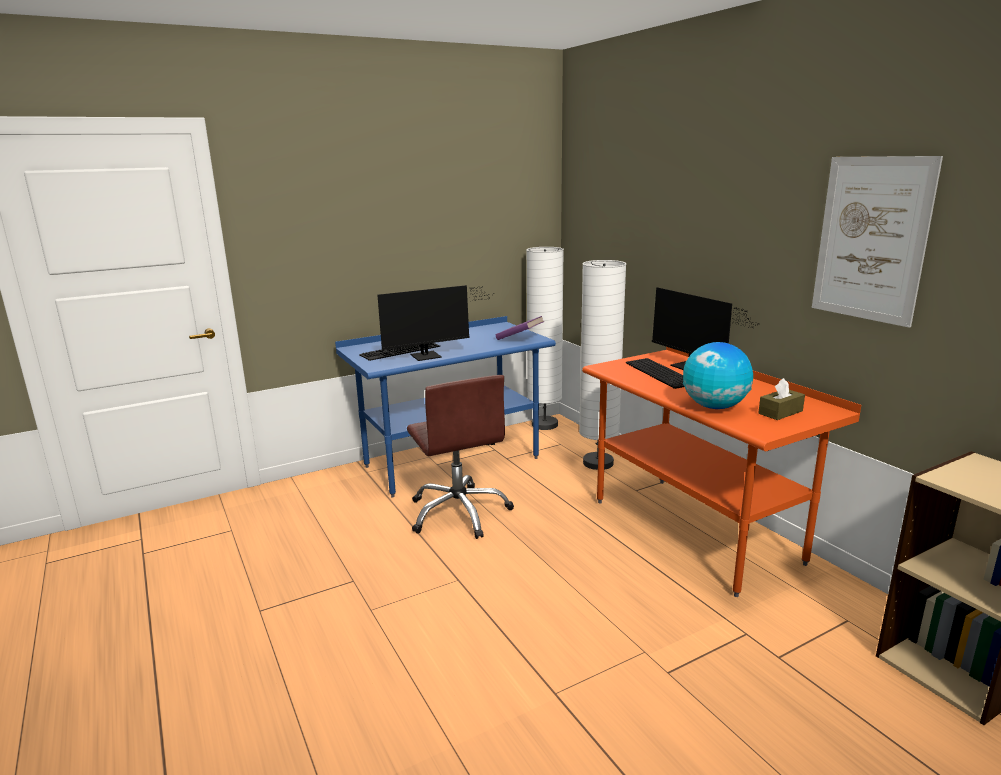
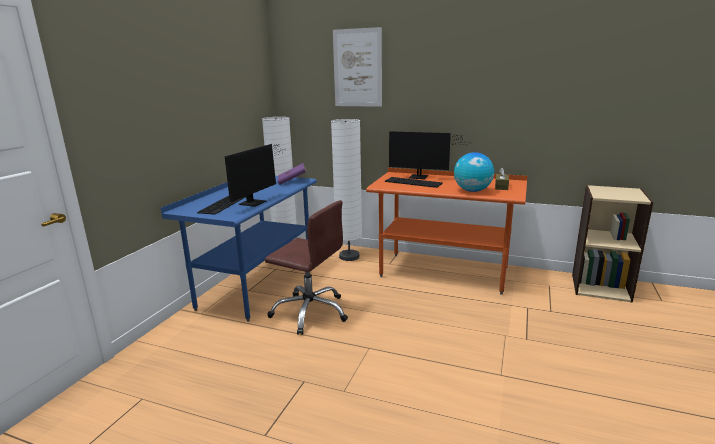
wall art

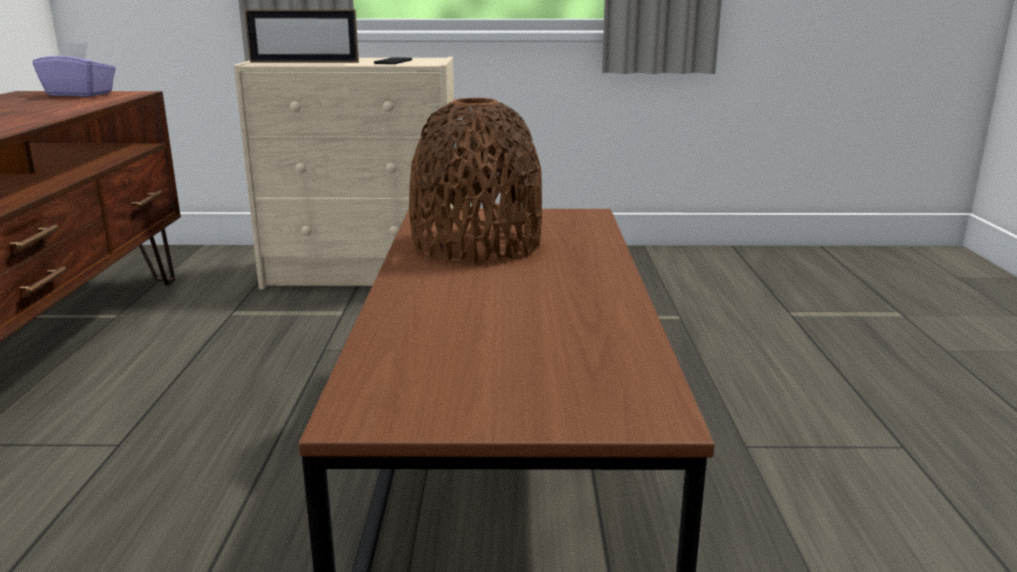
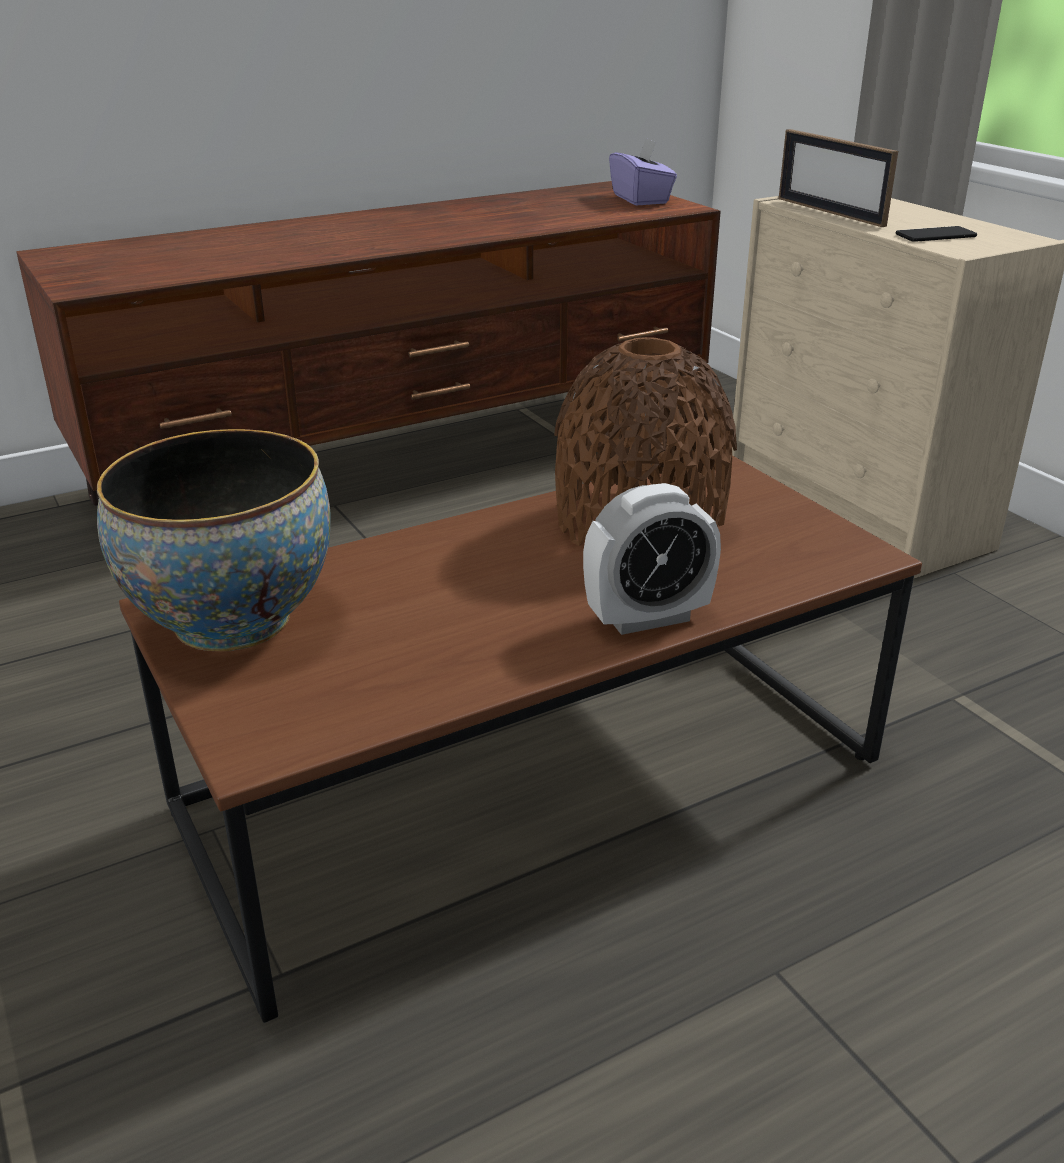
deep dish
alarm clock

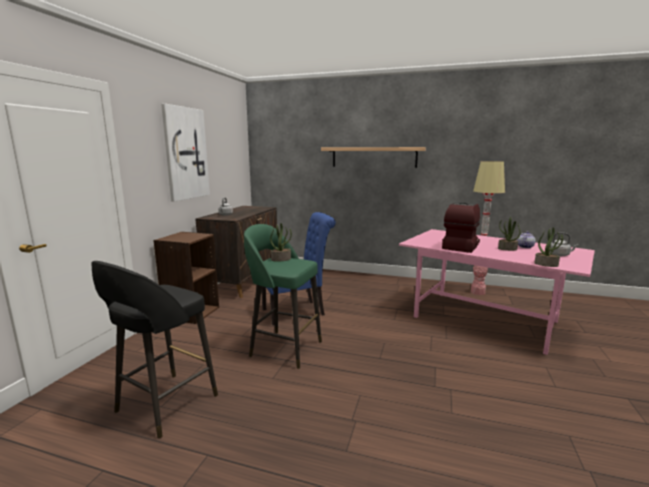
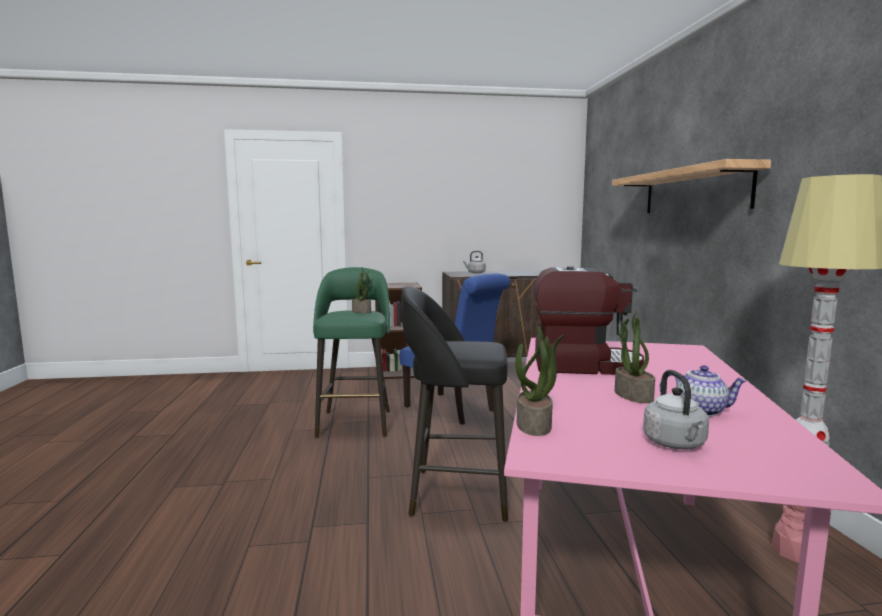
wall art
blackish stool

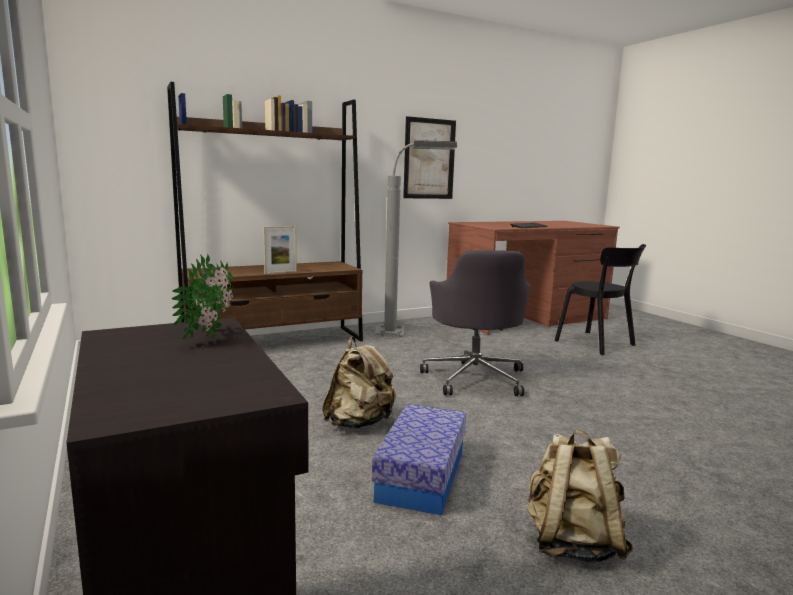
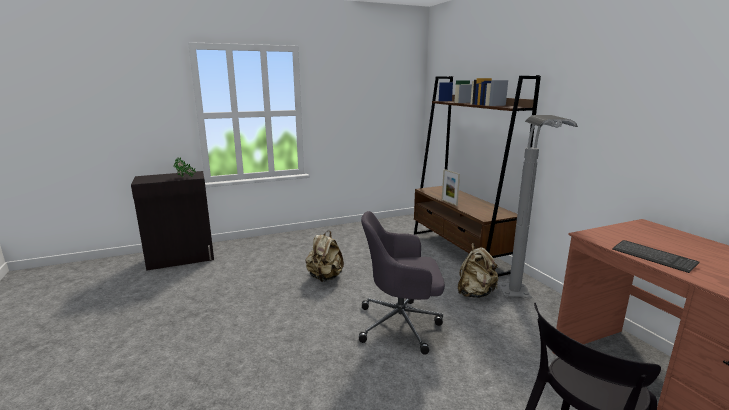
wall art
storage bin
sand-coloured knapsack (2nd from left)

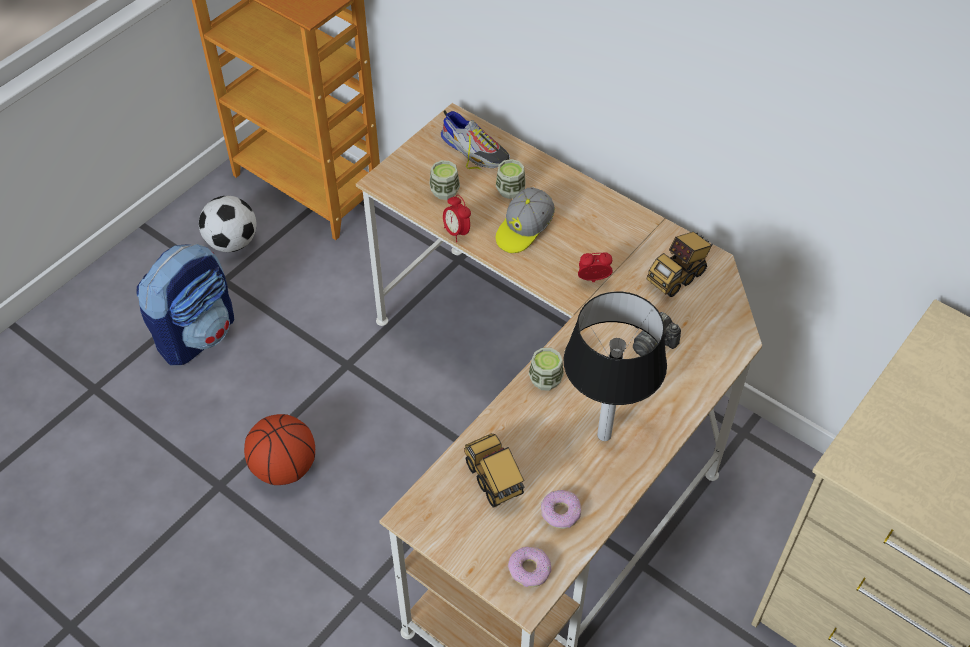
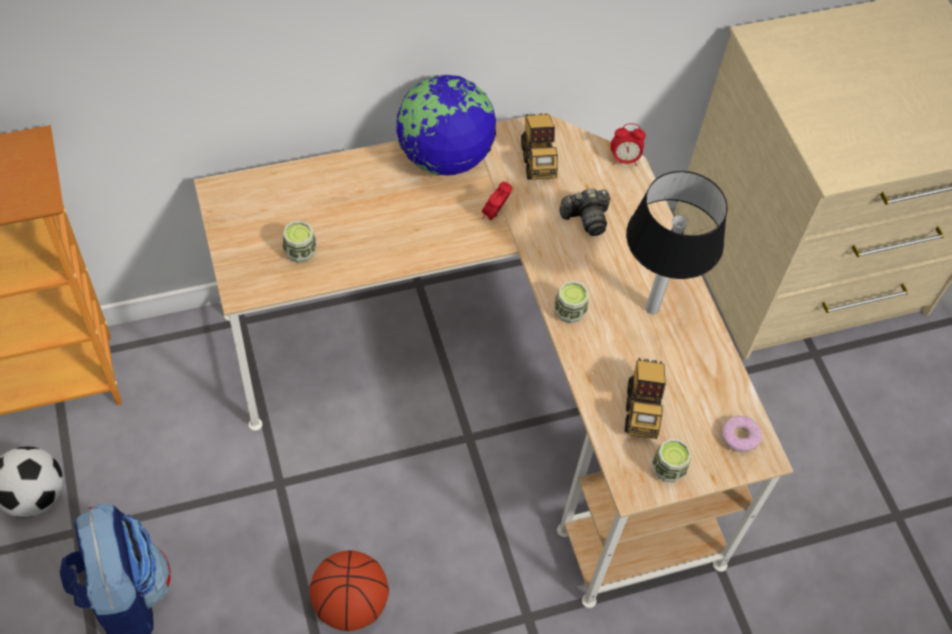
shoe
drinking cup (3rd from left)
peaked cap
alarm clock (2nd from left)
model truck (2nd from left)
donut (2nd from left in the first image)
desk globe

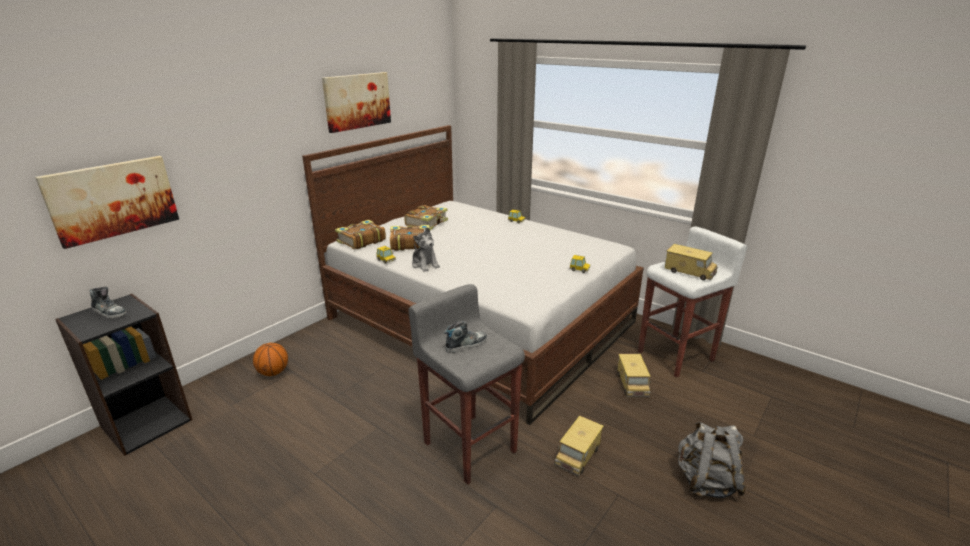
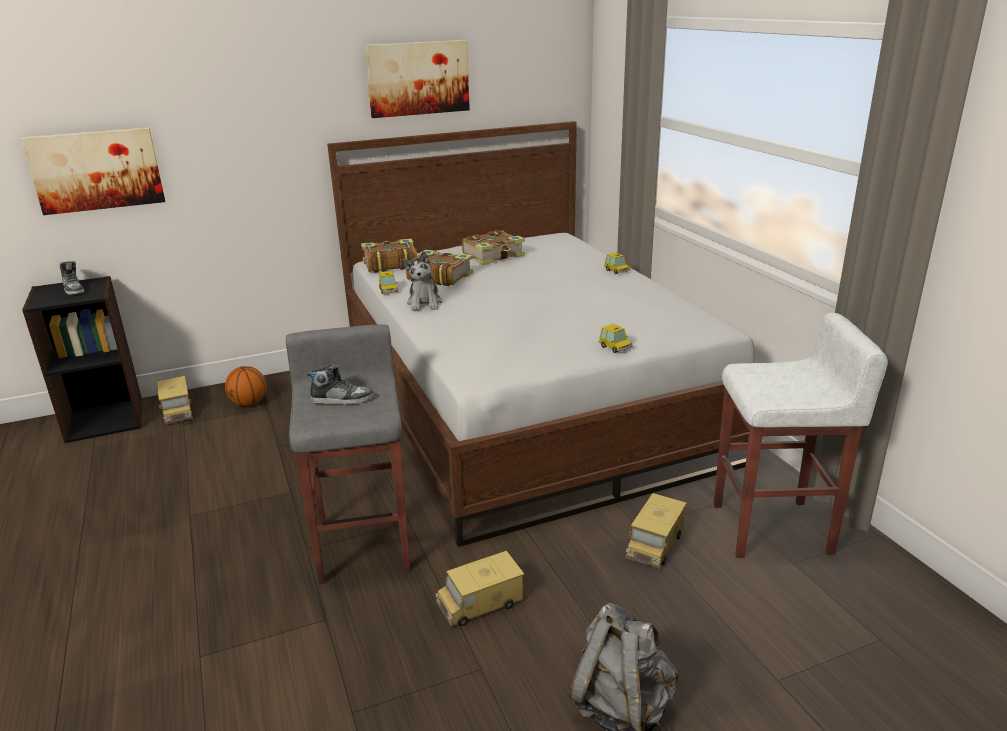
model truck (1st from left)

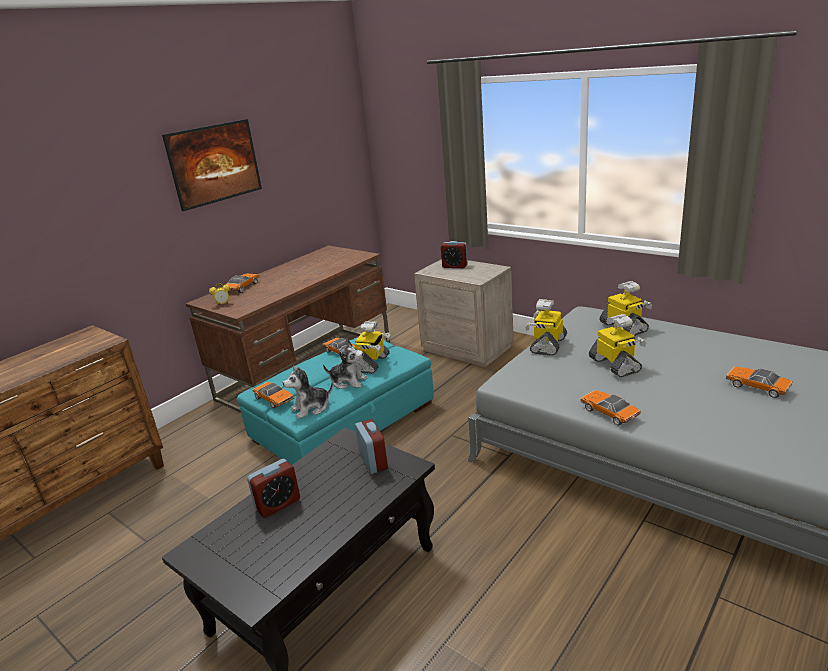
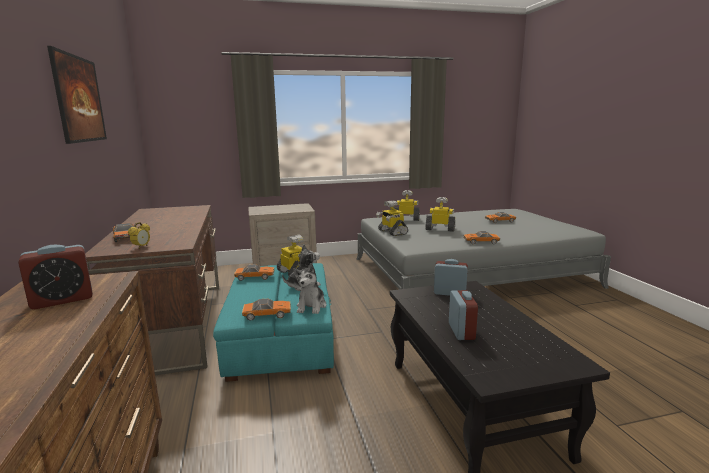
alarm clock (1st from left)

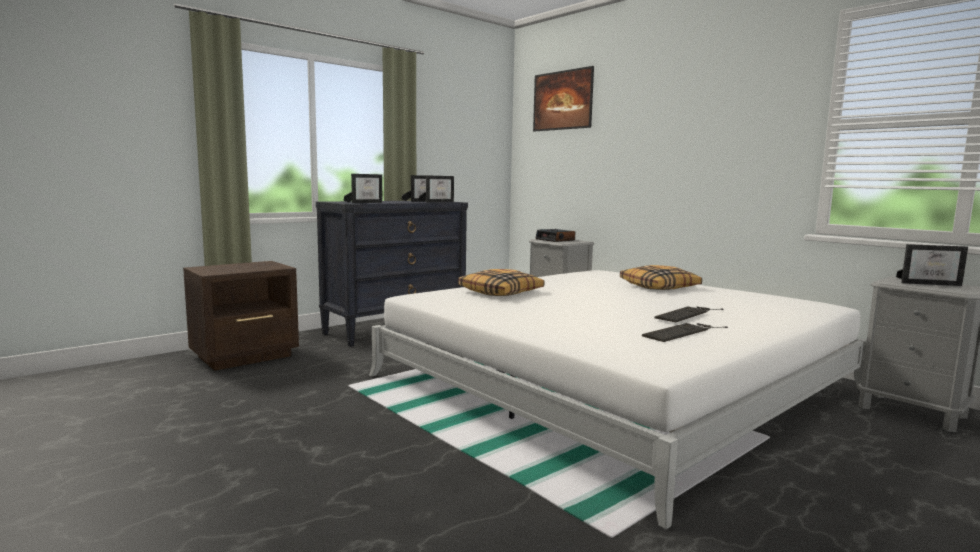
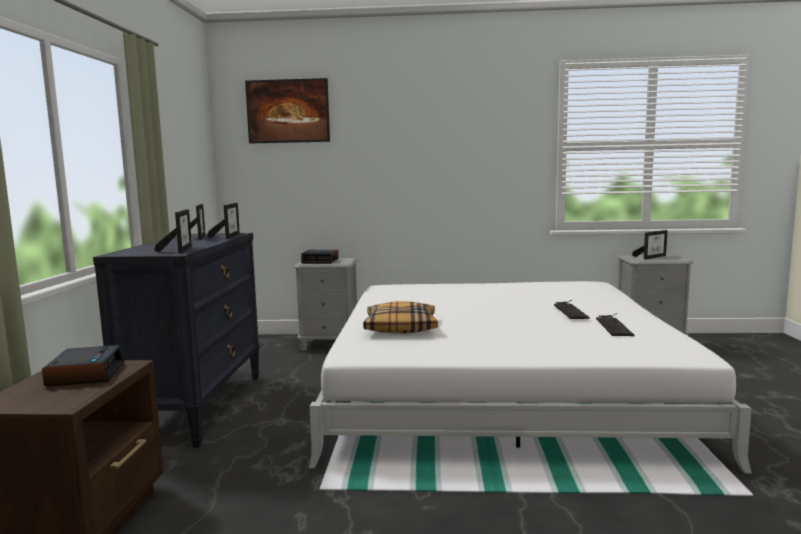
pillow (2nd from left in the first image)
alarm clock (1st from left)

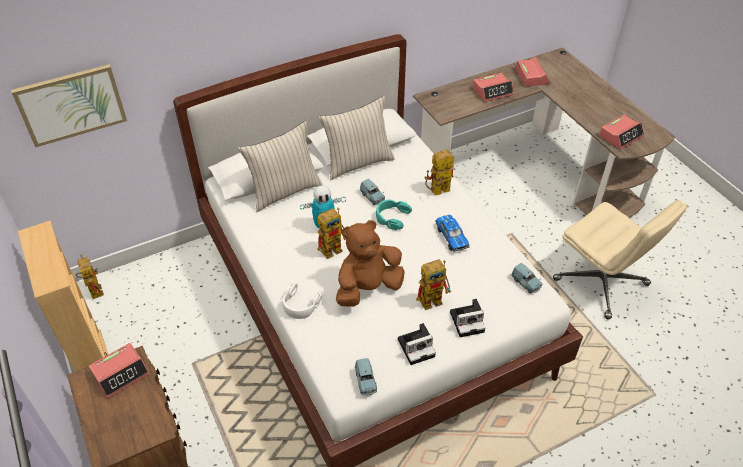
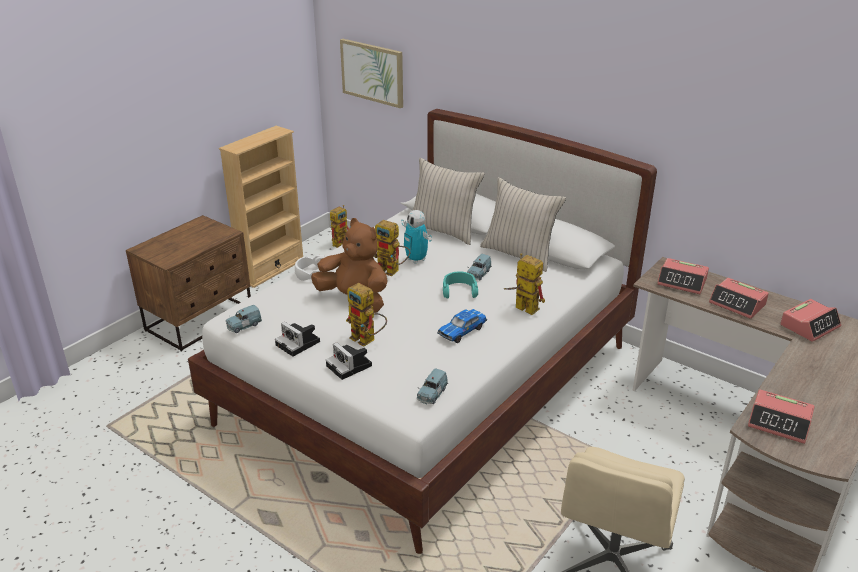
alarm clock (1st from left)

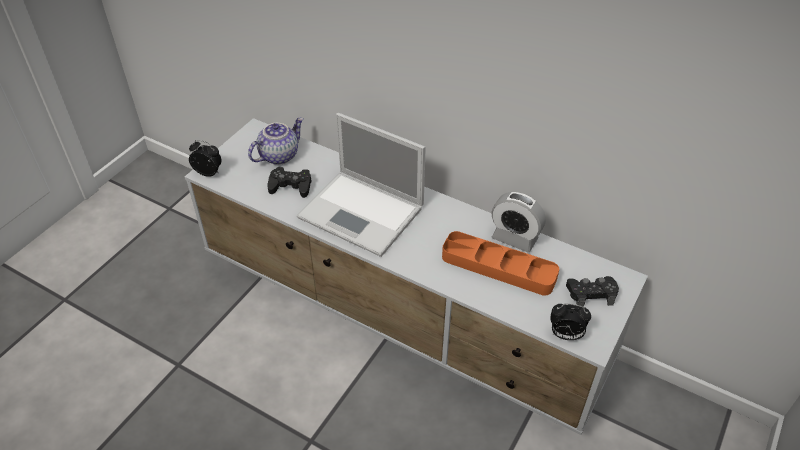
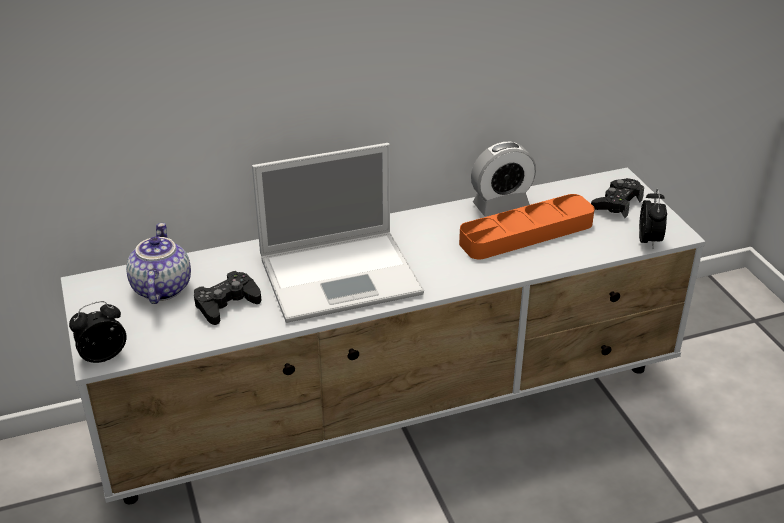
alarm clock (3rd from left)

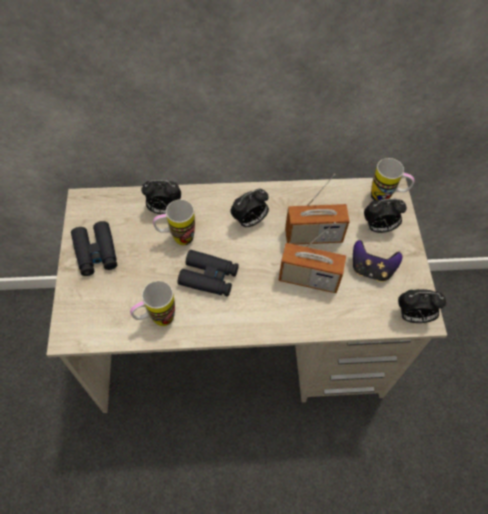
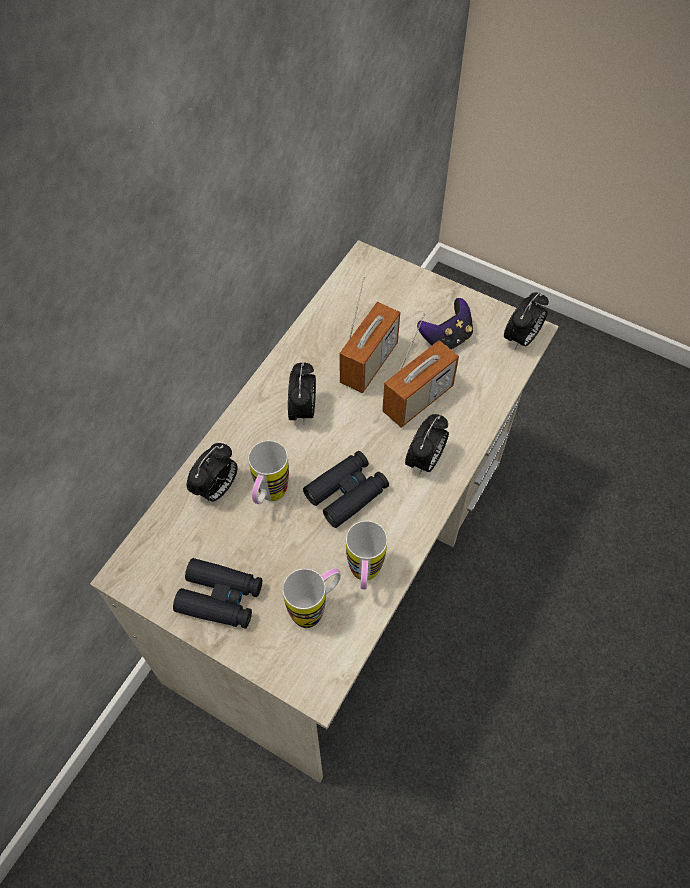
mug (2nd from left)
alarm clock (3rd from left)

